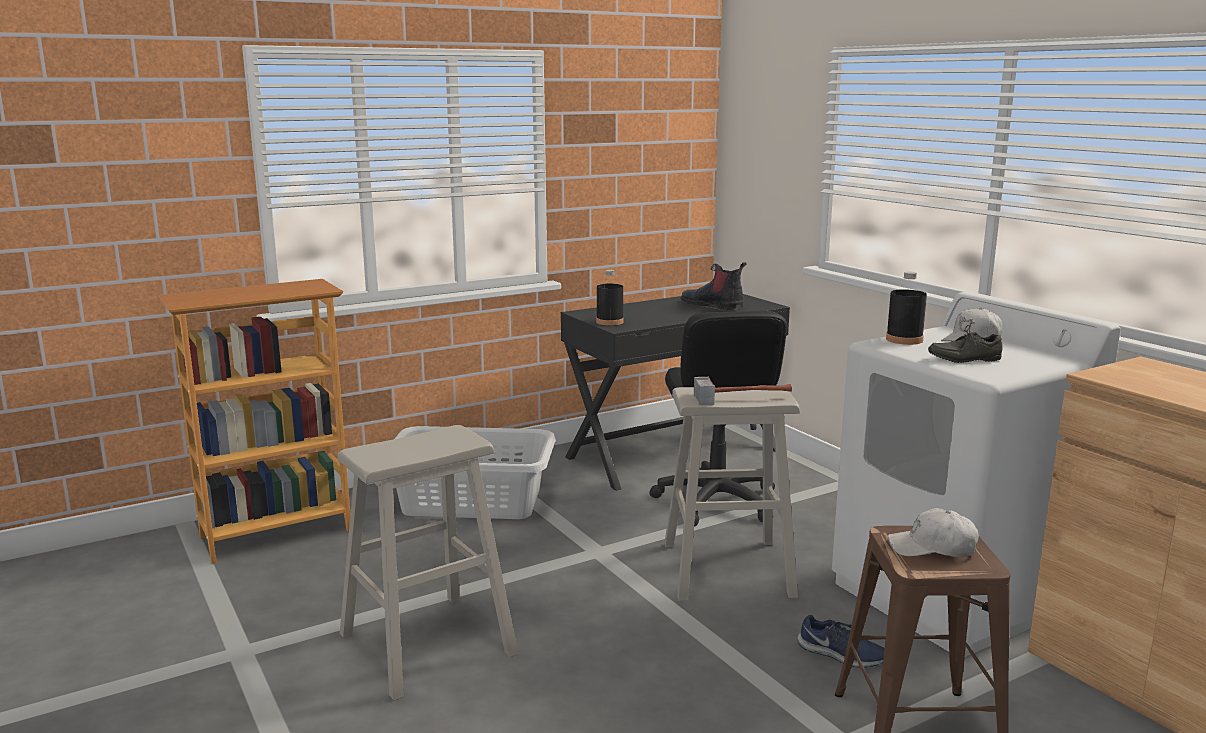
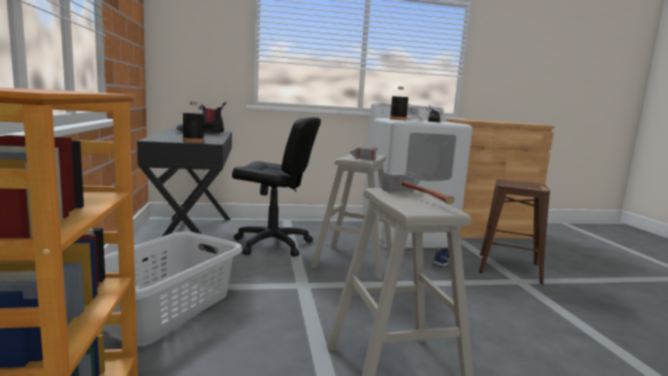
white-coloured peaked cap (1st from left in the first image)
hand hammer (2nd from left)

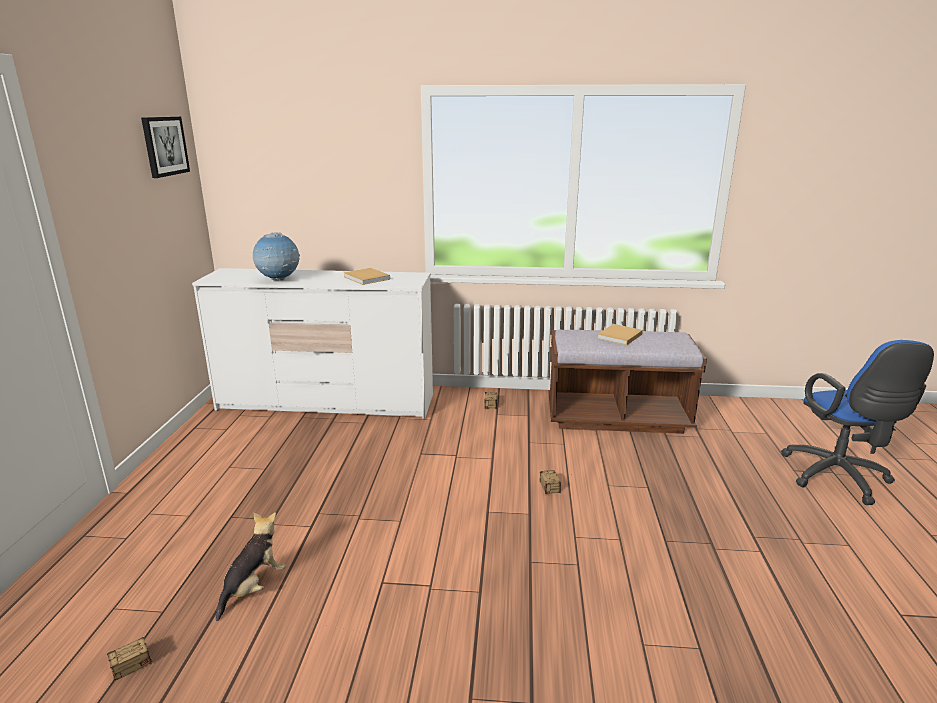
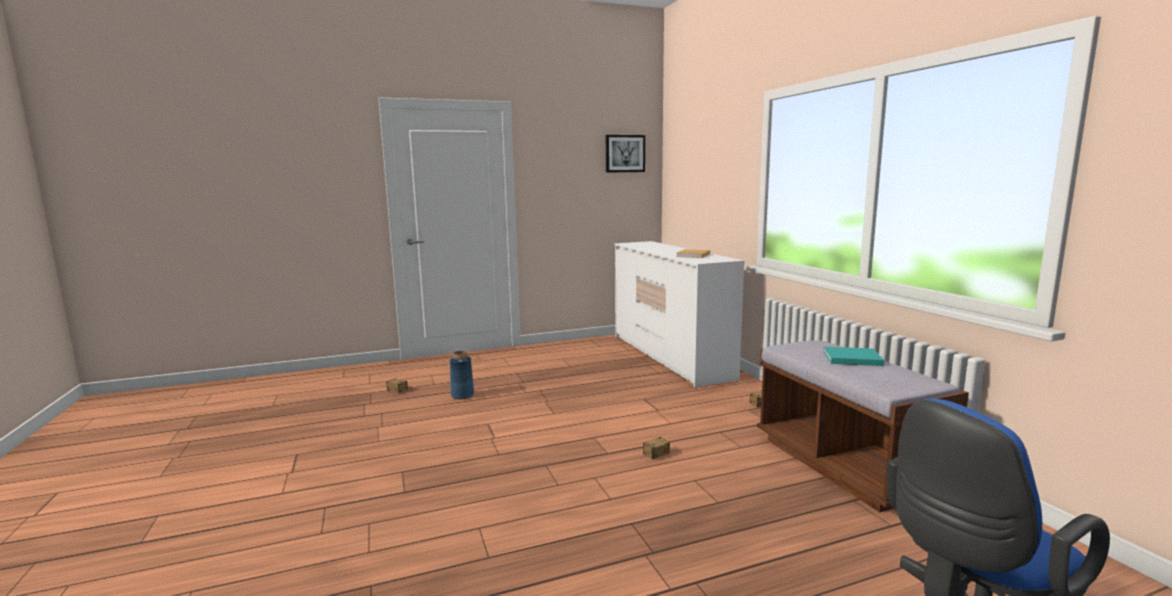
desk globe
turquoise-coloured bound book
bluish decorative vase

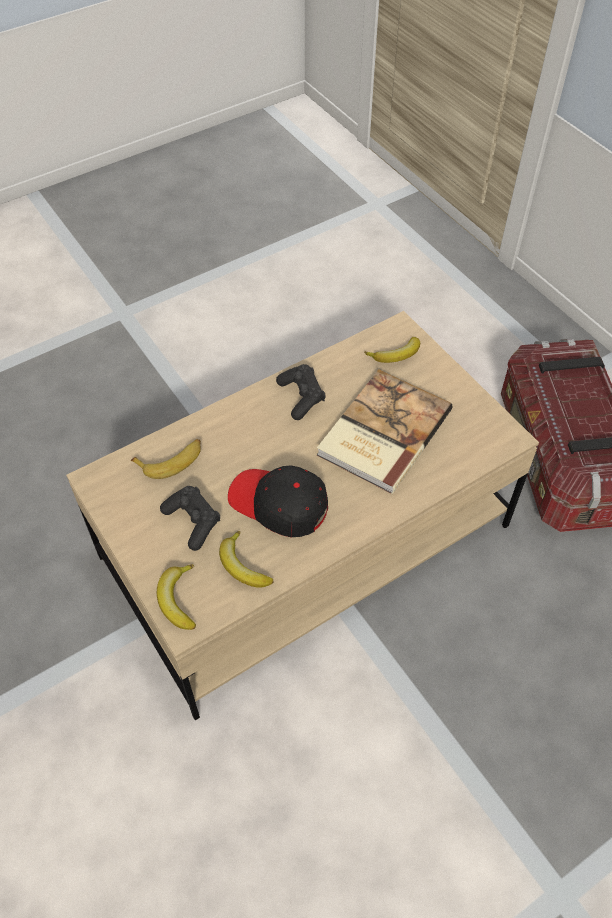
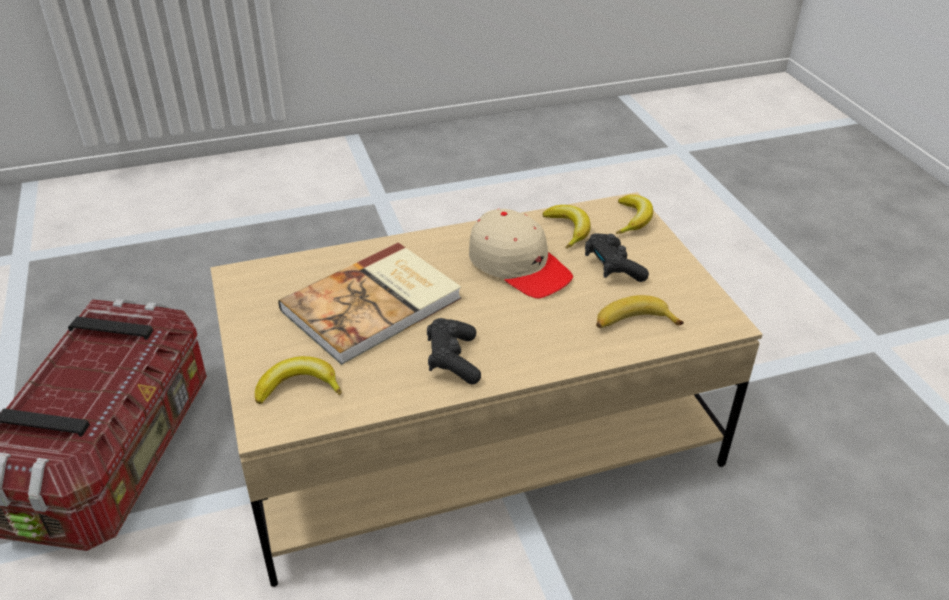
sand-coloured peaked cap

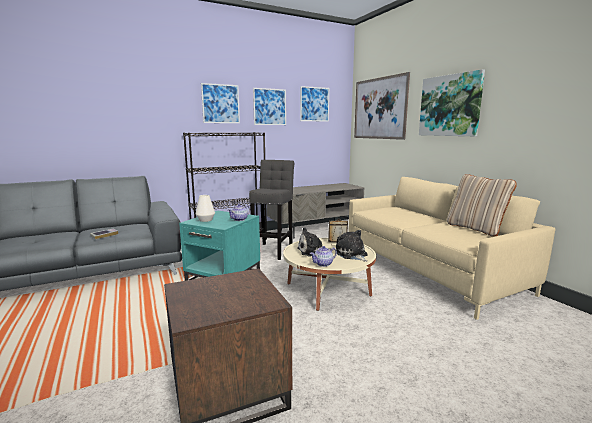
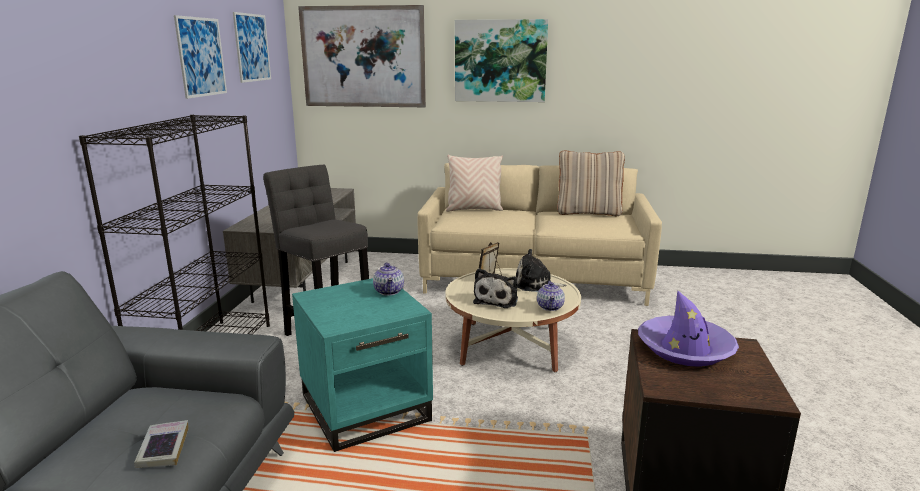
wall art (1st from left in the first image)
white-coloured decorative vase
sand-coloured pillow (1st from left)
purplish clothing hat

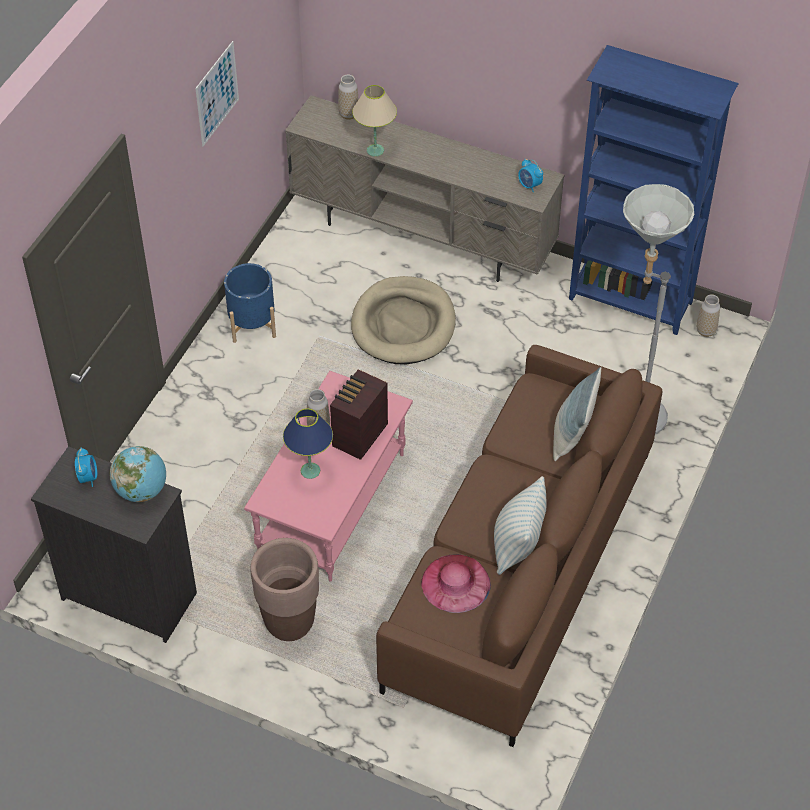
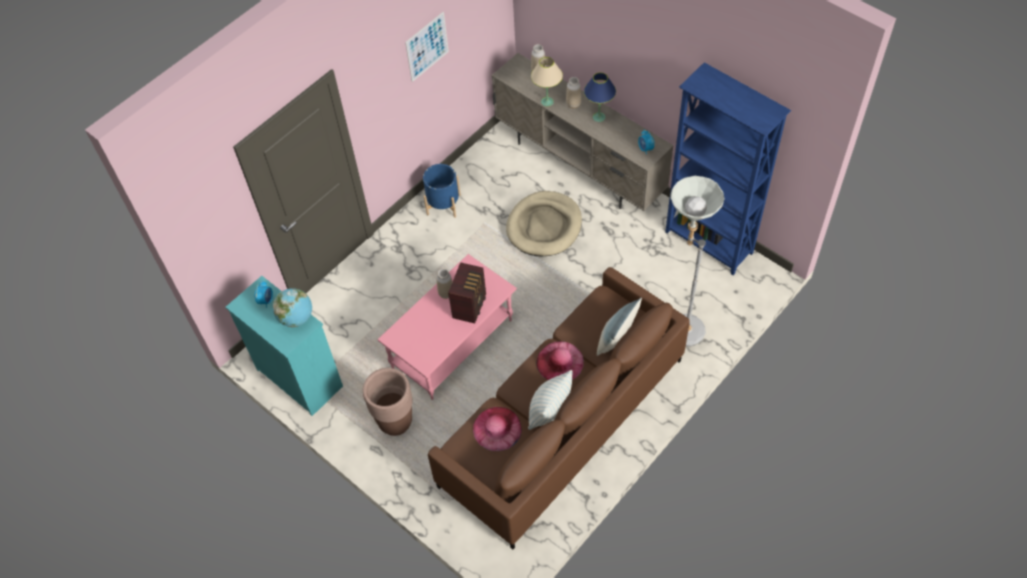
decorative vase (3rd from left)
radio receiver
bluish tabletop lamp
turquoise-coloured drawer chest
pinkish clothing hat (2nd from left)

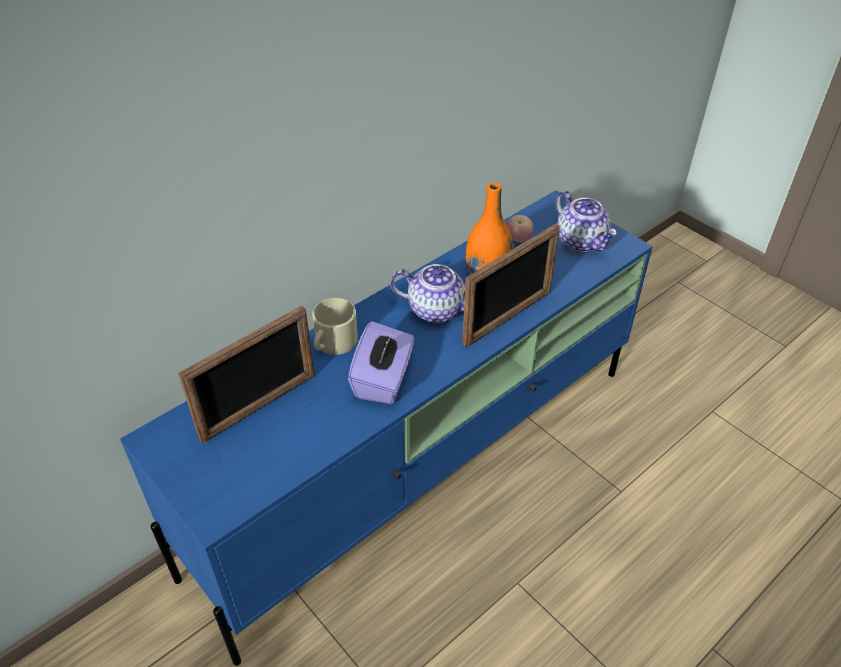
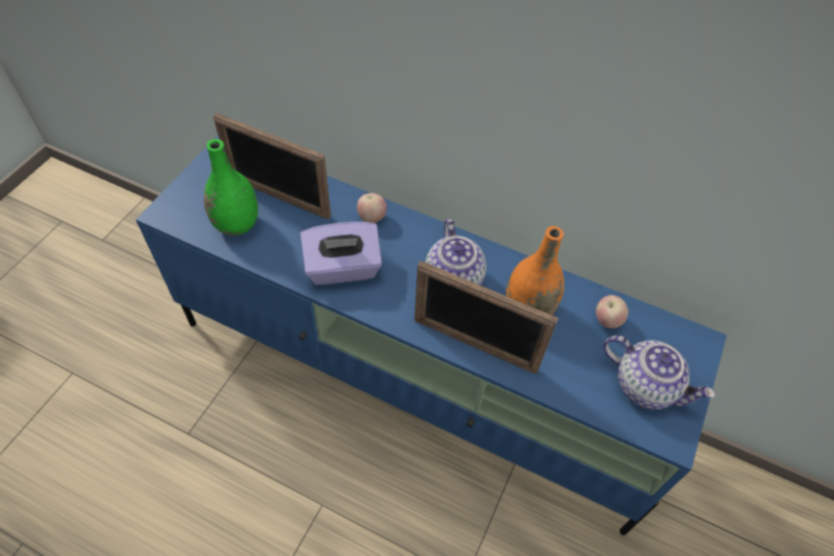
teapot (2nd from left)
apple (1st from left)
greenish decorative vase

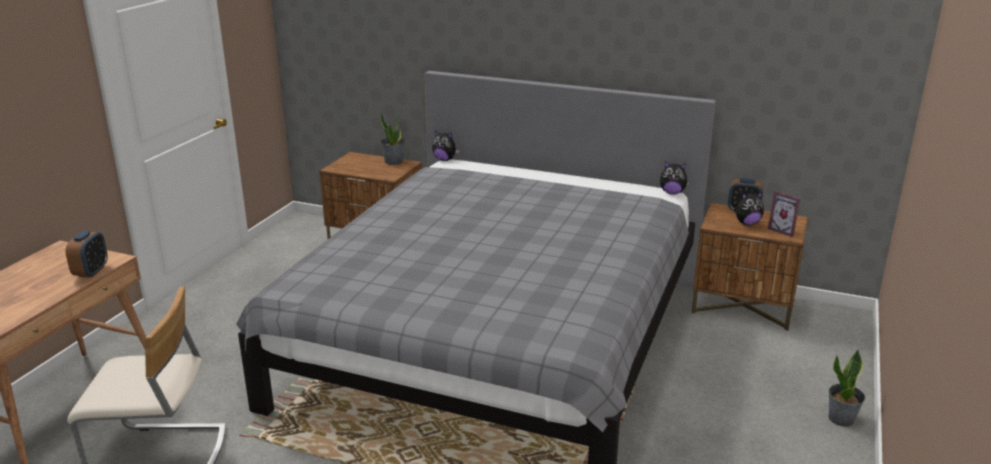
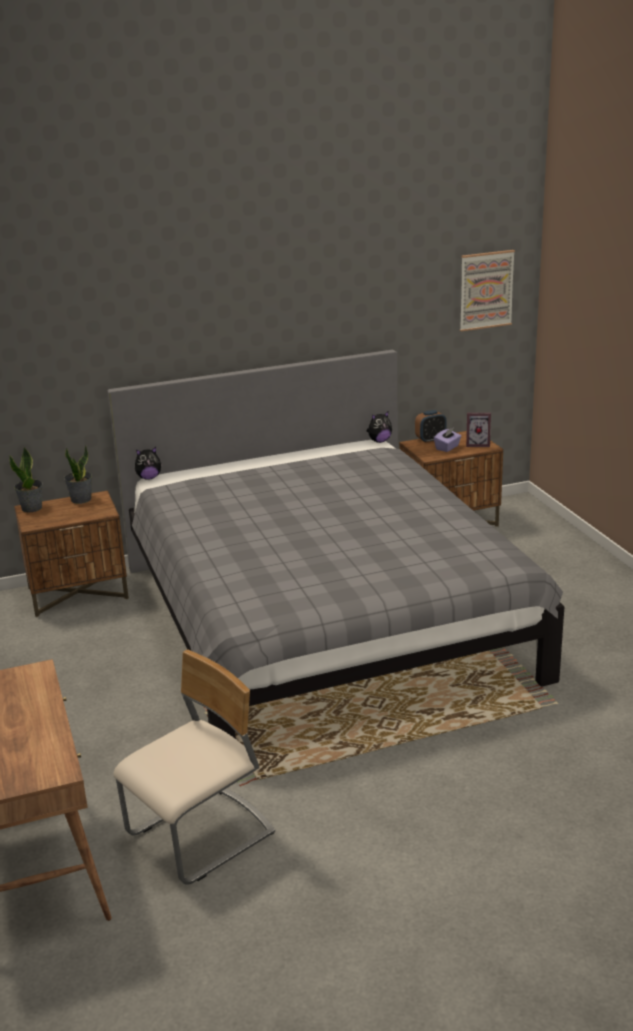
purplish box of tissues
alarm clock (1st from left in the first image)
plant in a pot (1st from left)
wall art

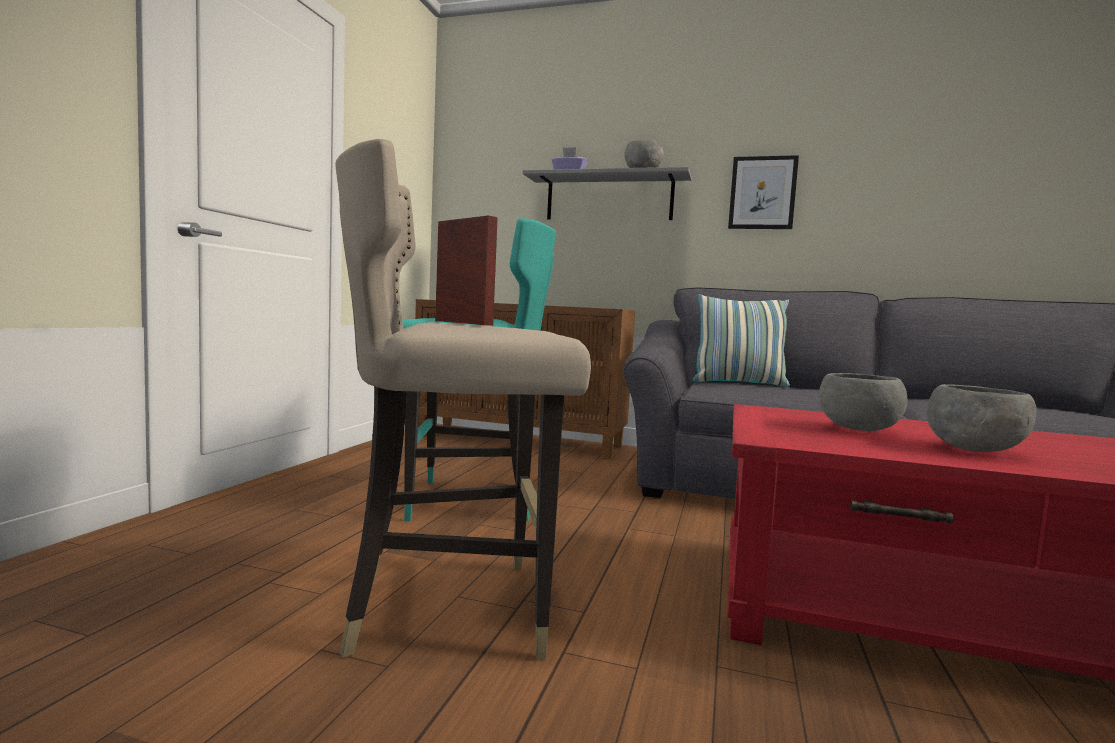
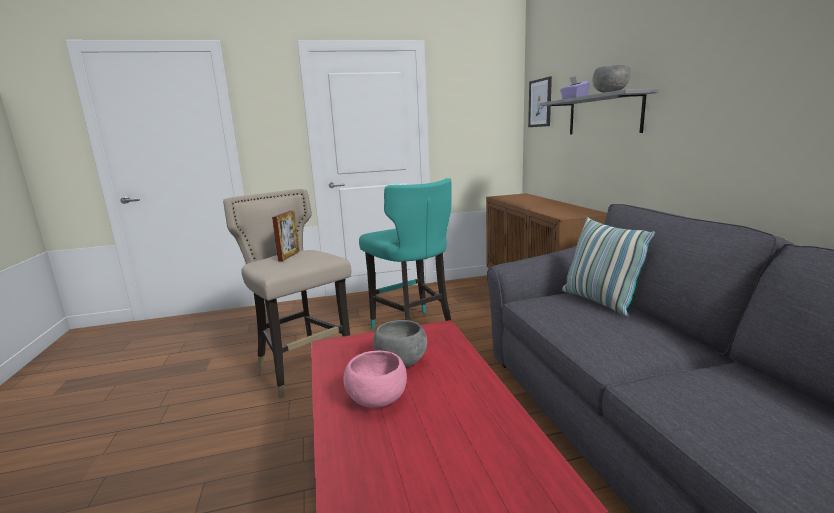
wall art
pinkish deep dish

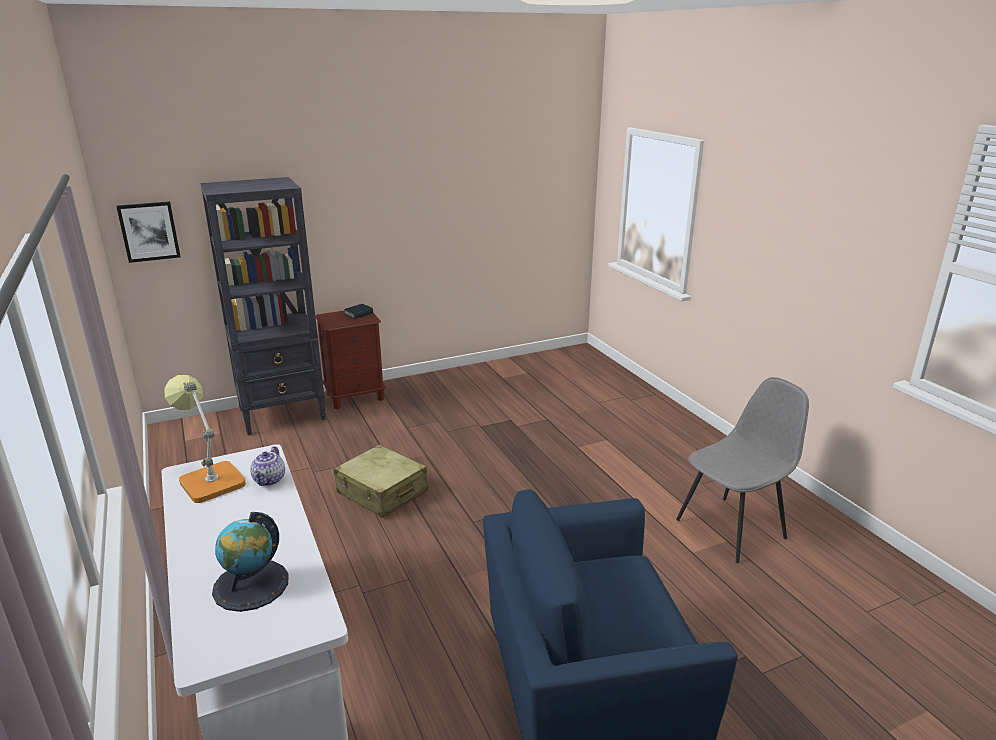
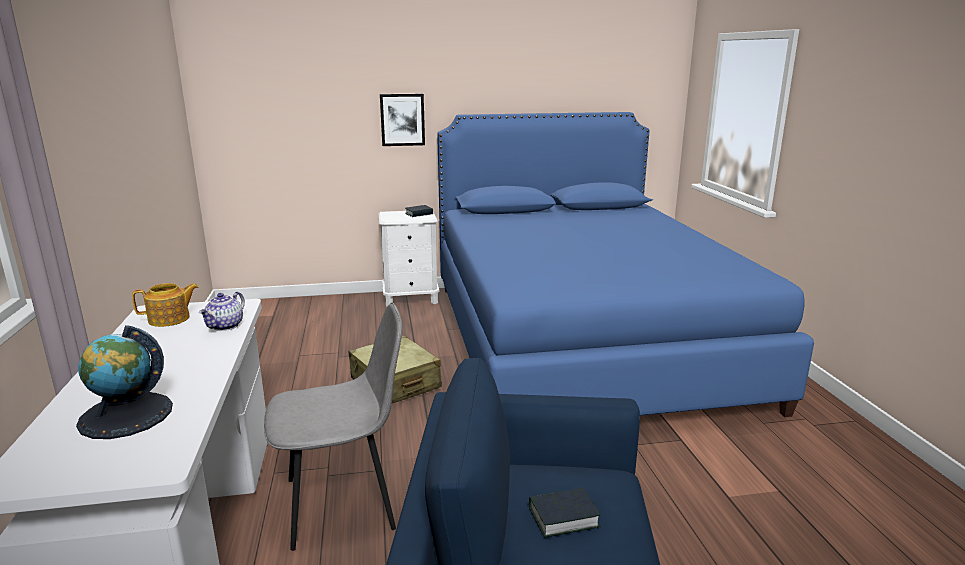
blackish bookcase
wall art
white-coloured bedside table
teapot (1st from left)
gray chair
bluish bedroom bed
bound book (2nd from left)

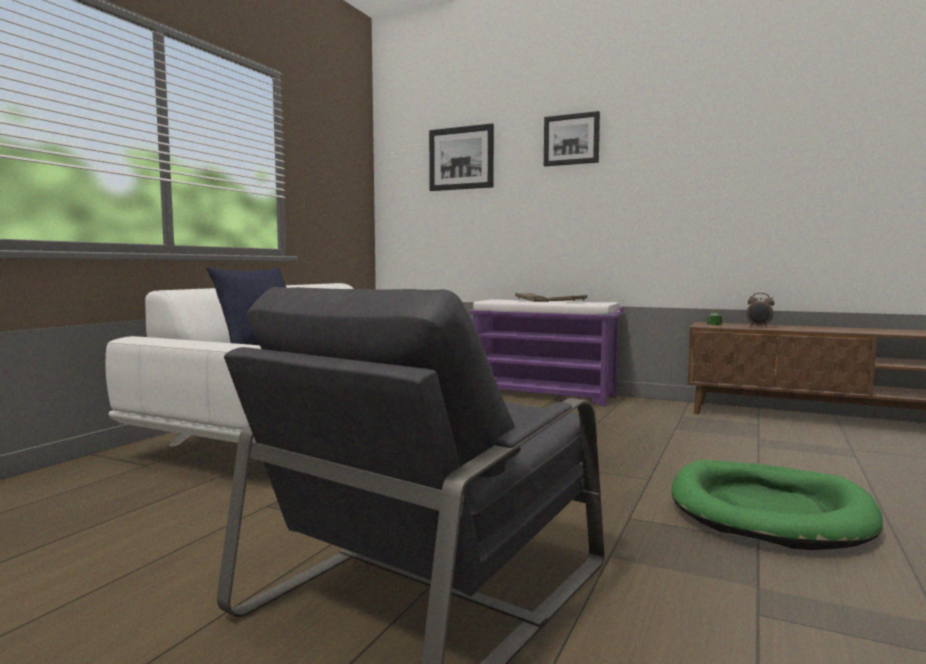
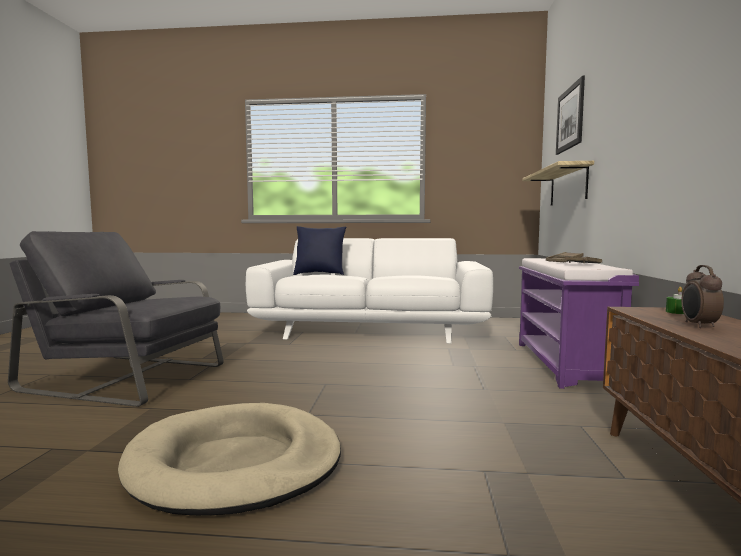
wall art (2nd from left in the first image)
sand-coloured pet bed
shelf

